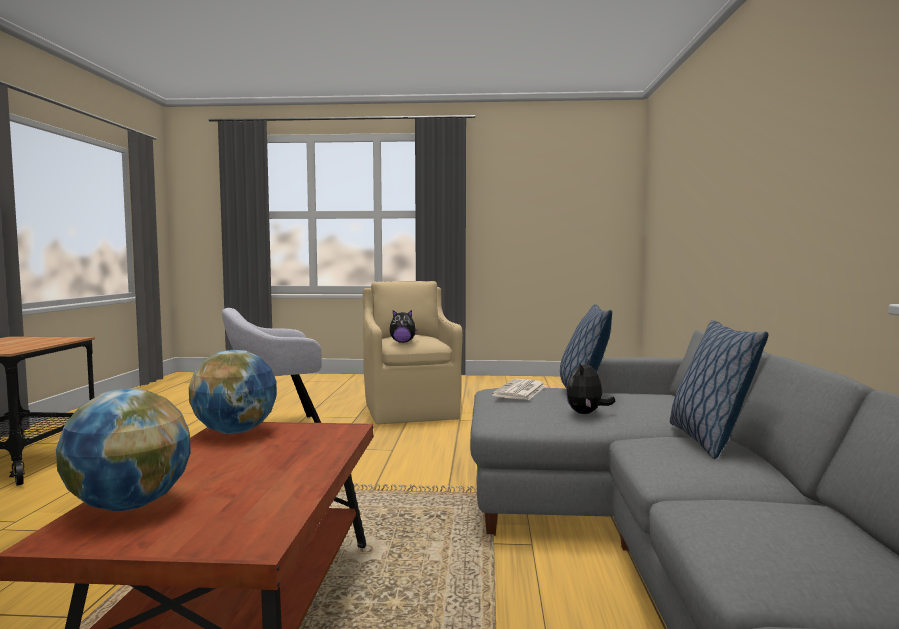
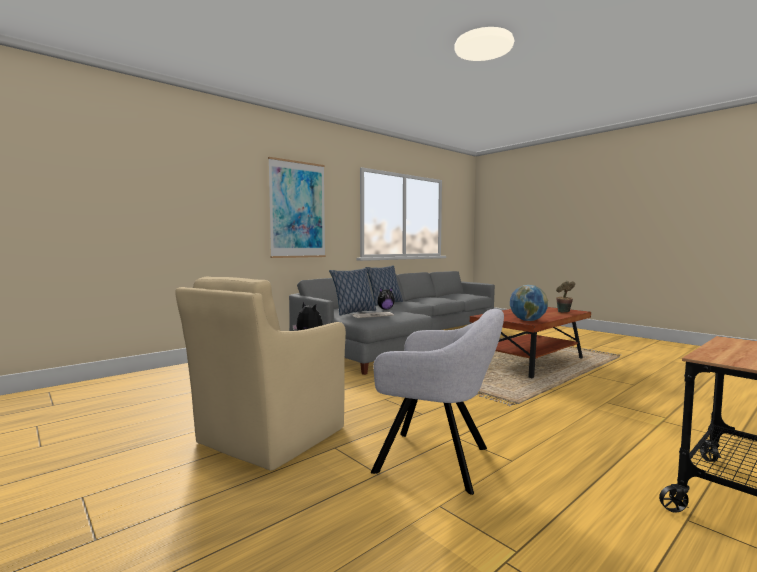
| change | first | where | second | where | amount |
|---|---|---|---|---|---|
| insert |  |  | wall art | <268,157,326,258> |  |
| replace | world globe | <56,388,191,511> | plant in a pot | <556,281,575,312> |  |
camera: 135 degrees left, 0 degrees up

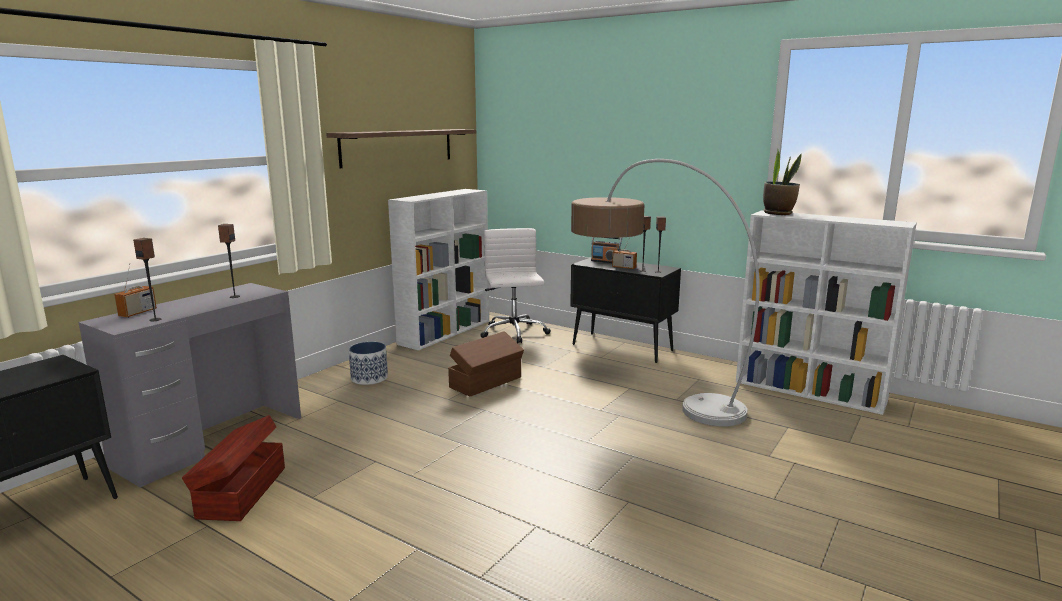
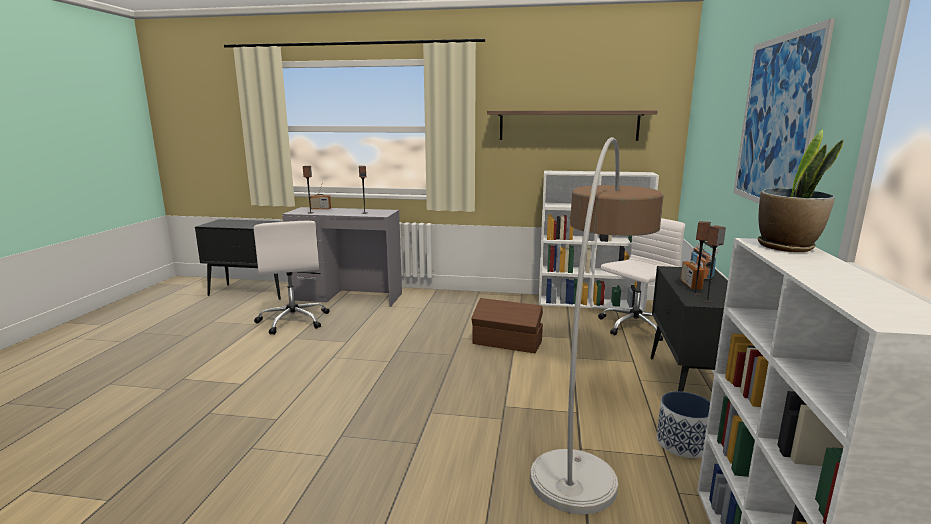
| change | first | where | second | where | amount |
|---|---|---|---|---|---|
| replace | brownish storage container | <182,415,285,521> | whitish computer chair | <253,220,329,335> |  |
| move | flower pot | <349,342,388,385> |  | <657,391,710,458> |  |
| insert |  |  | wall art | <733,18,835,204> |  |
camera: 65 degrees right, 0 degrees up

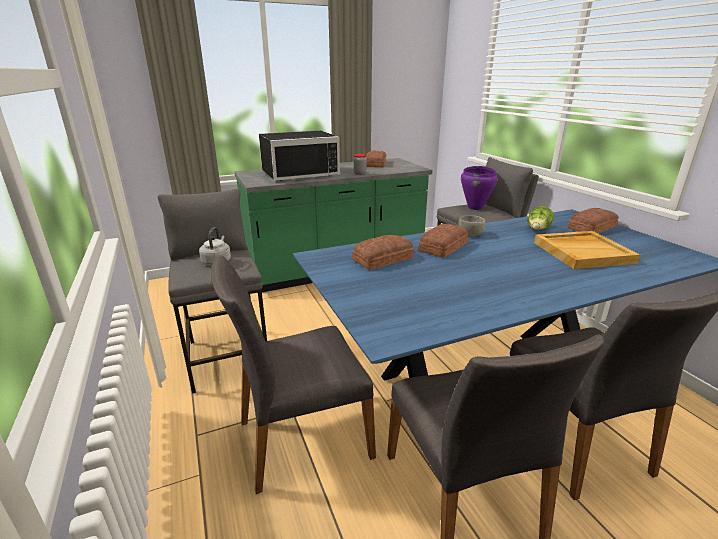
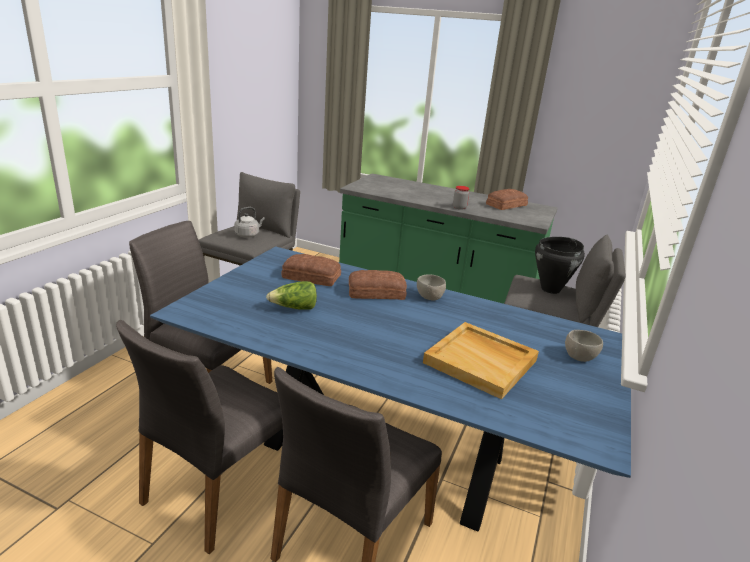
| change | first | where | second | where | amount |
|---|---|---|---|---|---|
| move | head of lettuce | <527,206,554,230> |  | <266,281,317,310> |  |
| recolor | purple cooking pot | <461,166,498,210> | black cooking pot | <535,237,585,294> |  |
| replace | bread | <568,208,619,233> | gray deep dish | <565,330,603,362> |  |
| delete | black kitchen microwave | <259,131,340,181> |  |  |  |
camera: 45 degrees right, 0 degrees up

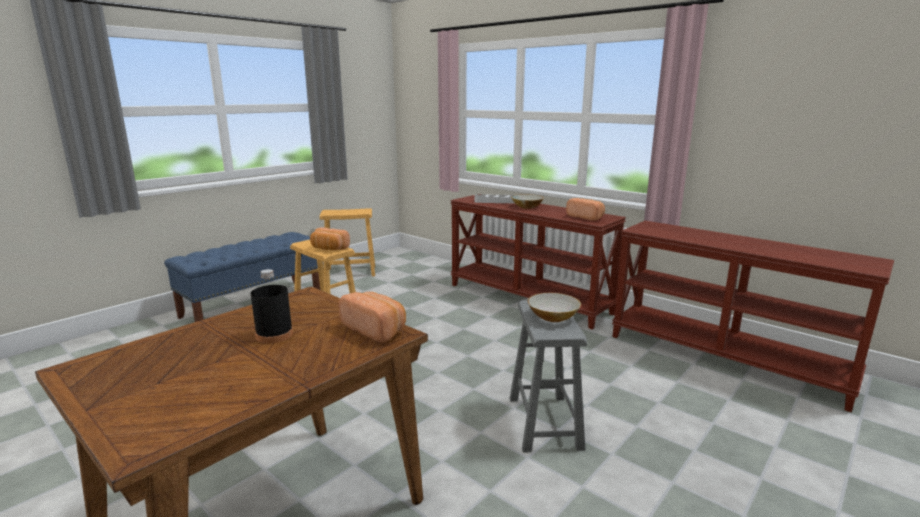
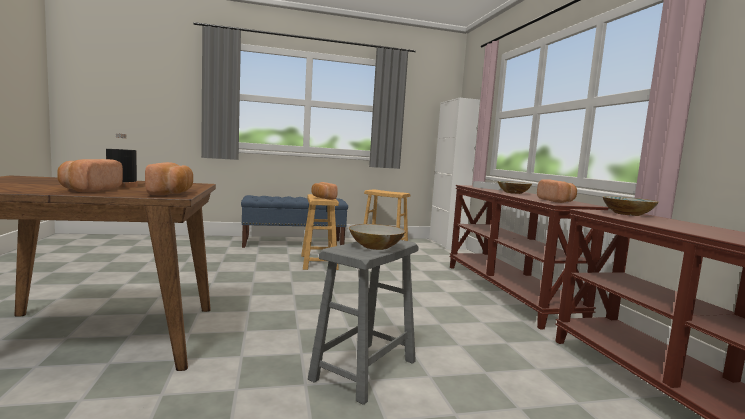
| change | first | where | second | where | amount |
|---|---|---|---|---|---|
| insert |  |  | bread | <57,159,123,192> |  |
| insert |  |  | whitish cabinet | <429,98,480,250> |  |
| insert |  |  | deep dish | <603,196,659,216> |  |
camera: 35 degrees right, 10 degrees down

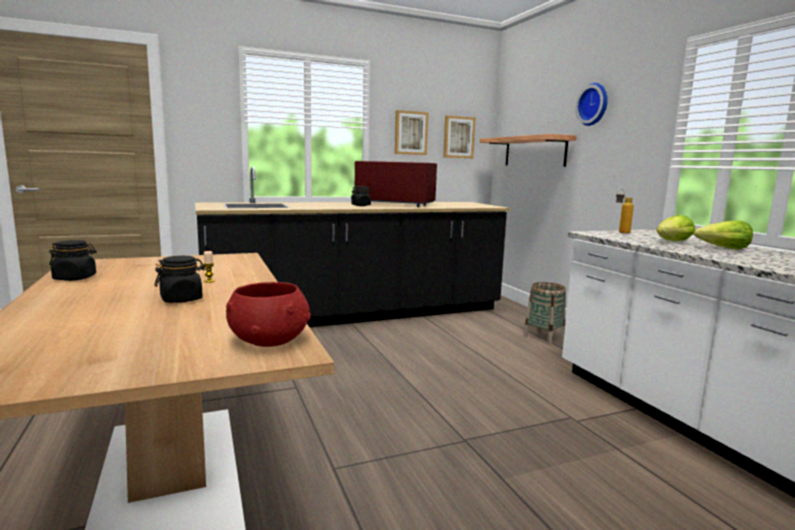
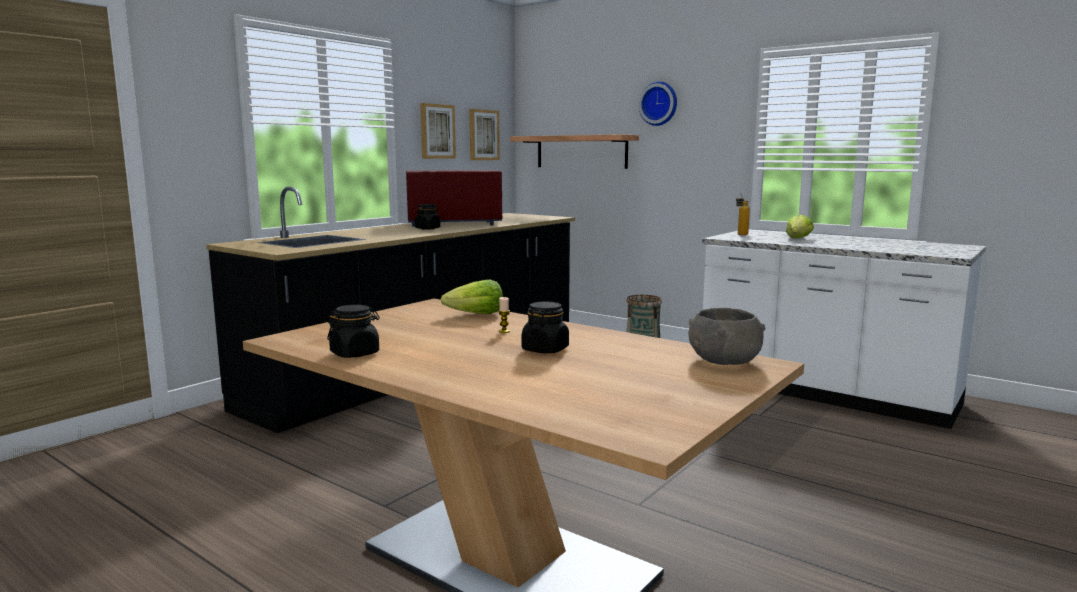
| change | first | where | second | where | amount |
|---|---|---|---|---|---|
| move | head of lettuce | <694,221,753,249> |  | <441,280,503,314> |  |
| recolor | red-coloured deep dish | <226,282,311,347> | gray deep dish | <688,308,765,365> |  |
camera: 30 degrees left, 0 degrees up

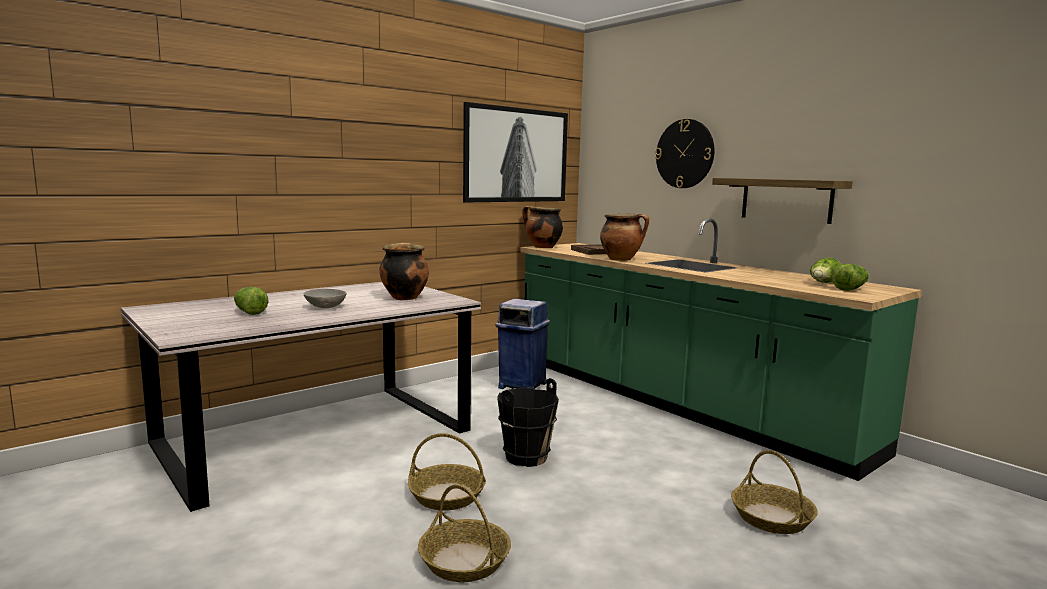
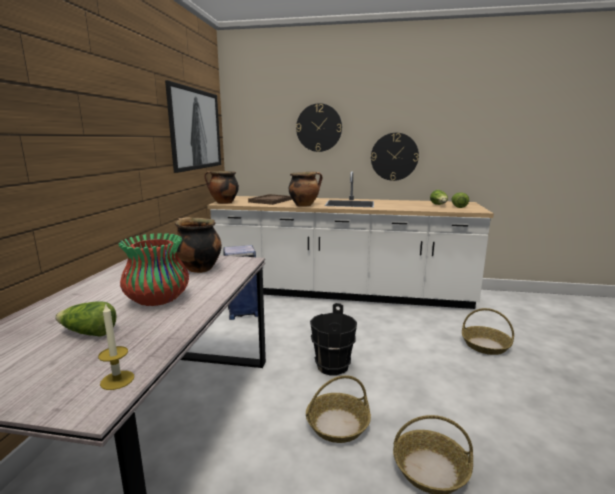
| change | first | where | second | where | amount |
|---|---|---|---|---|---|
| insert |  |  | wax candle | <98,303,134,390> |  |
| replace | gray deep dish | <304,289,347,308> | decorative vase | <118,233,189,306> |  |
| recolor | green-coloured kitchen counter | <520,219,922,481> | whitish kitchen counter | <207,171,494,309> |  |
| replace | shelf | <712,178,853,224> | clock on the wall | <371,133,419,181> |  |
camera: 40 degrees left, 5 degrees up

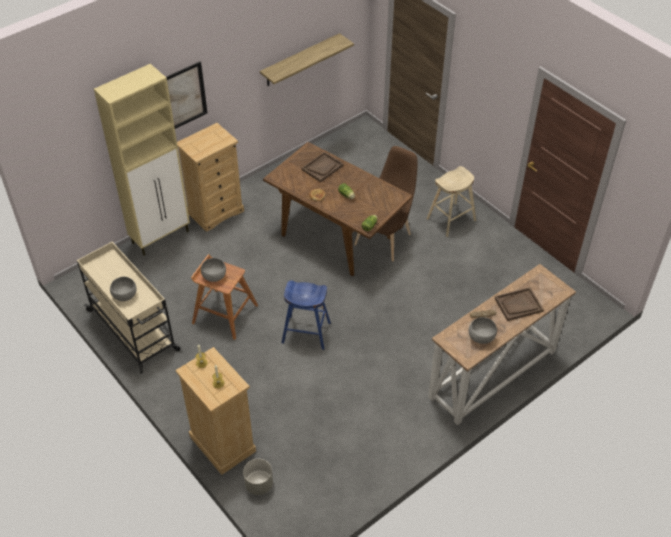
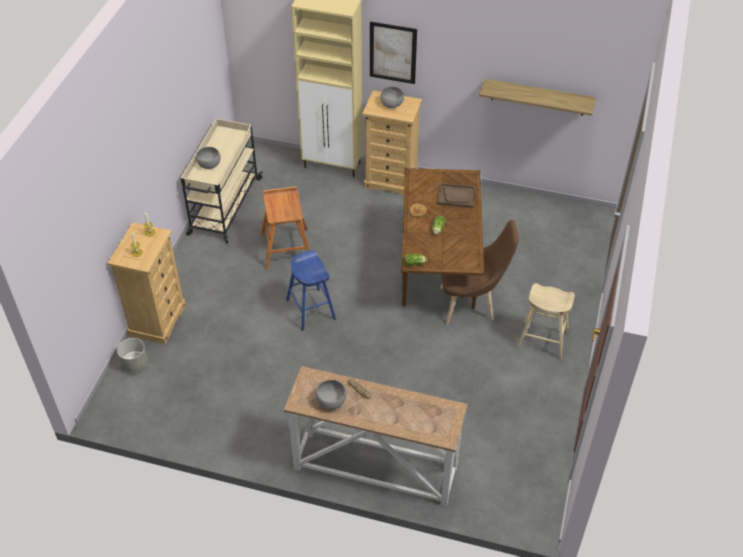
| change | first | where | second | where | amount |
|---|---|---|---|---|---|
| move | gray deep dish | <201,258,226,282> |  | <380,86,404,108> |  |
| delete | brownish tray | <495,287,544,321> |  |  |  |
camera: 55 degrees right, 0 degrees up

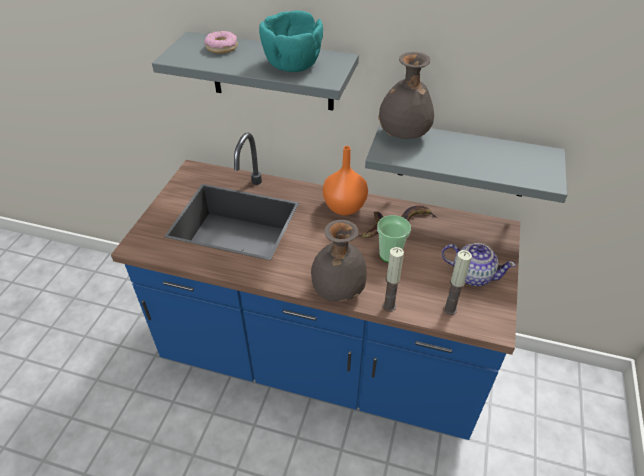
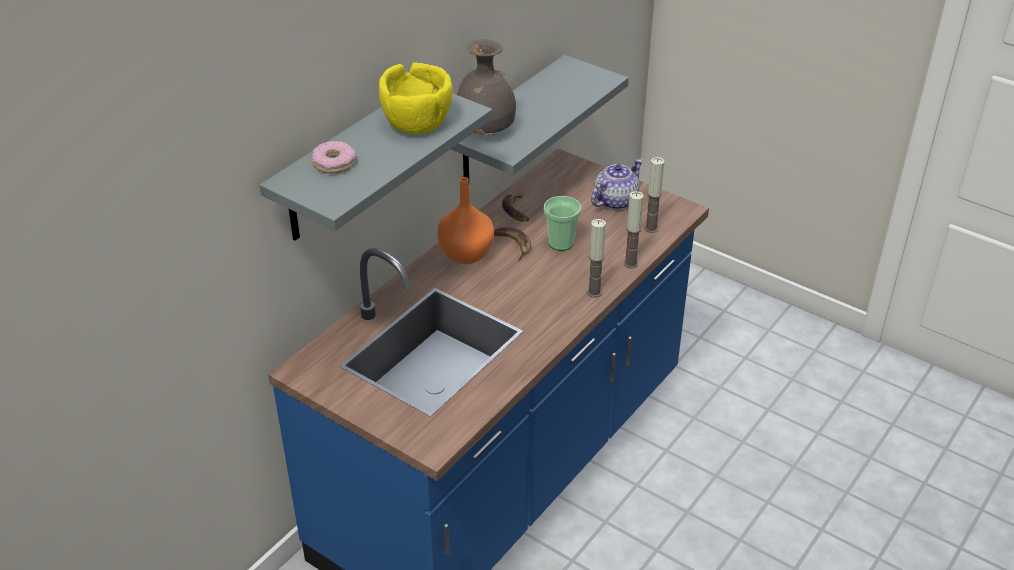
| change | first | where | second | where | amount |
|---|---|---|---|---|---|
| recolor | blue-green deep dish | <259,10,323,72> | yellowish deep dish | <379,62,453,134> |  |
| replace | gray decorative vase | <311,220,367,302> | wax candle | <587,219,606,297> |  |
camera: 70 degrees left, 5 degrees down

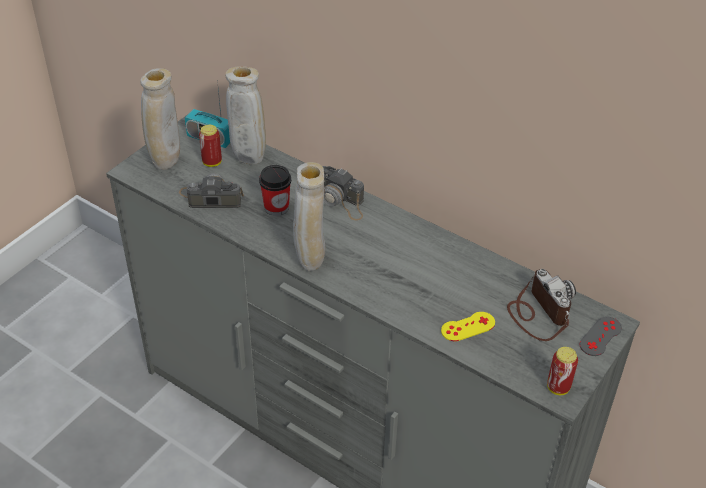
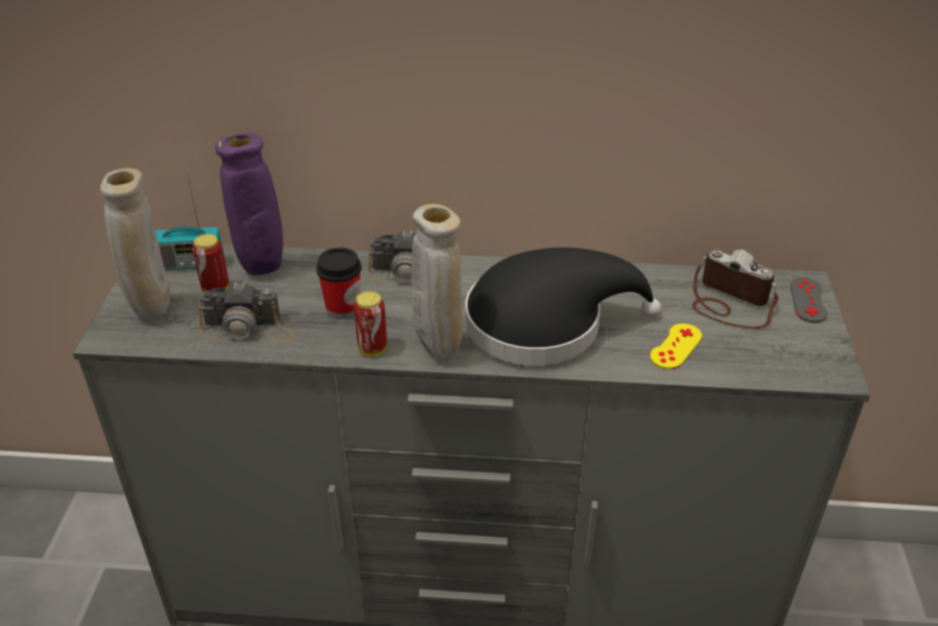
| change | first | where | second | where | amount |
|---|---|---|---|---|---|
| rotate | still camera | <179,173,244,208> |  | <199,282,294,343> | 150 degrees counterclockwise |
| recolor | beige-coloured decorative vase | <225,66,266,164> | purple decorative vase | <215,133,283,275> |  |
| move | sealed can | <547,347,578,395> |  | <354,291,387,356> |  |
| insert |  |  | black clothing hat | <465,247,661,366> |  |
camera: 30 degrees left, 5 degrees down

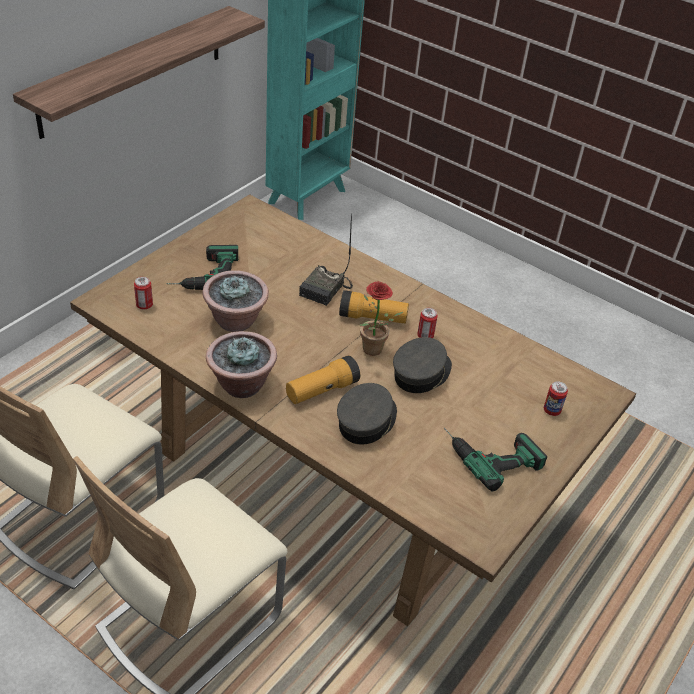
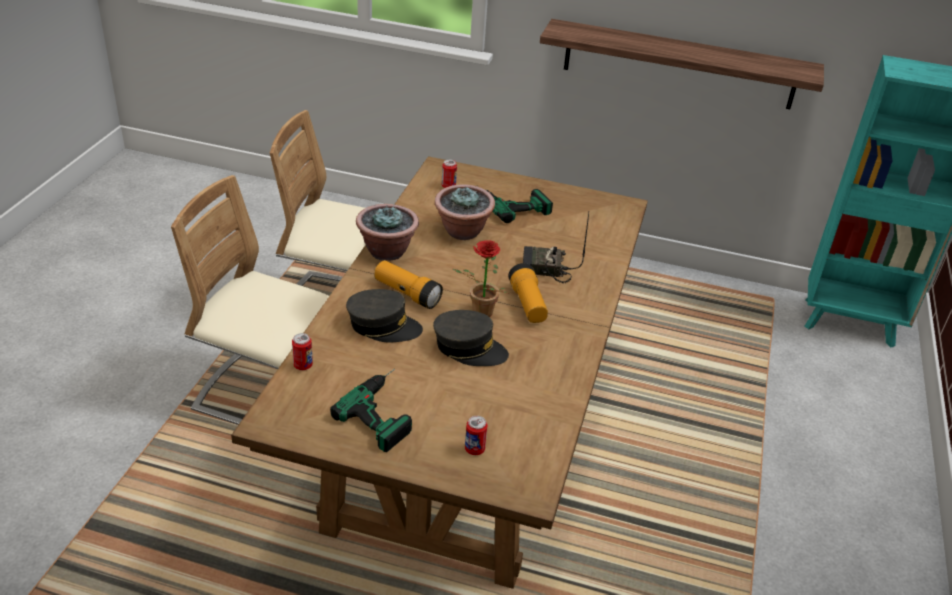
| change | first | where | second | where | amount |
|---|---|---|---|---|---|
| move | sealed can | <417,308,438,338> |  | <292,333,313,370> |  |
camera: 70 degrees right, 5 degrees down

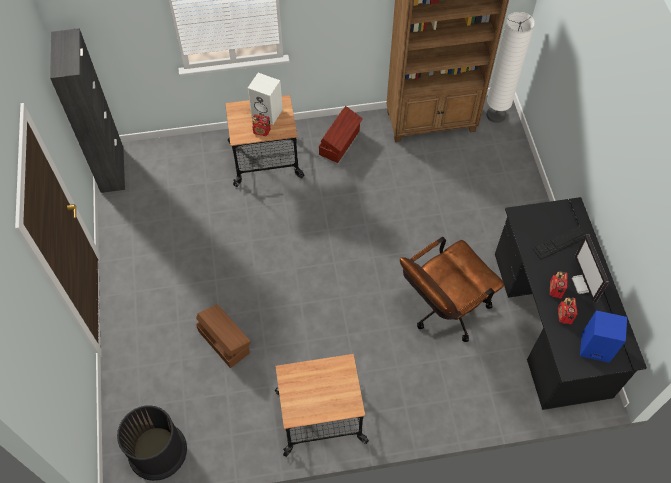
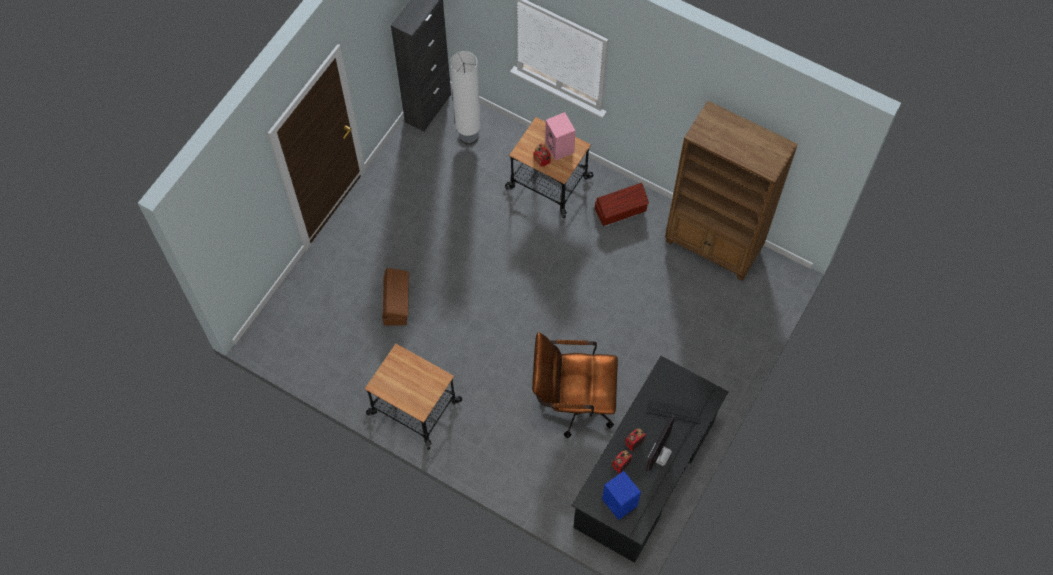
| change | first | where | second | where | amount |
|---|---|---|---|---|---|
| move | whitish standing lamp | <487,12,535,123> |  | <450,51,481,145> |  |
| recolor | whitish speaker | <248,73,283,124> | pinkish speaker | <545,112,576,161> |  |
| delete | black trash can | <117,405,187,481> |  |  |  |
camera: 40 degrees right, 5 degrees up

